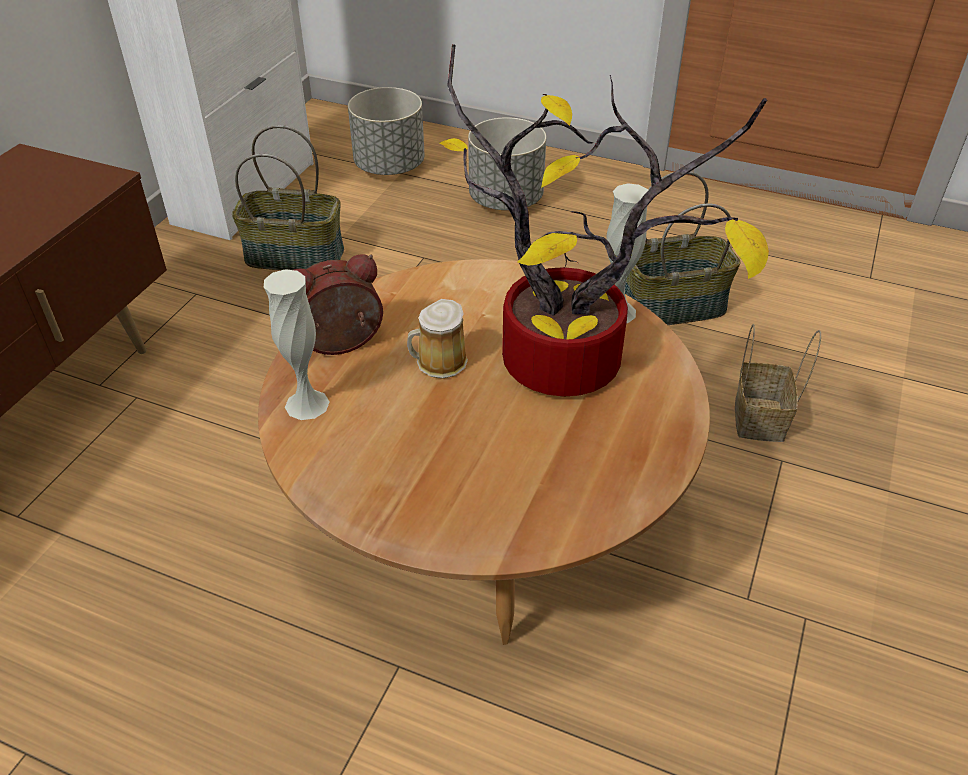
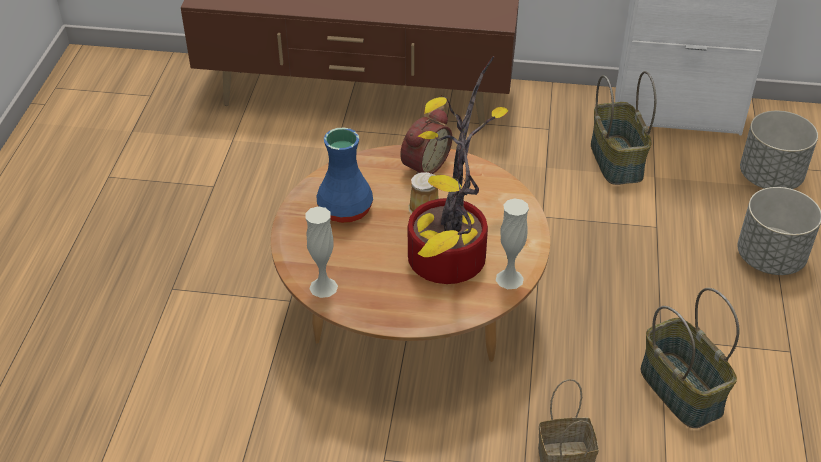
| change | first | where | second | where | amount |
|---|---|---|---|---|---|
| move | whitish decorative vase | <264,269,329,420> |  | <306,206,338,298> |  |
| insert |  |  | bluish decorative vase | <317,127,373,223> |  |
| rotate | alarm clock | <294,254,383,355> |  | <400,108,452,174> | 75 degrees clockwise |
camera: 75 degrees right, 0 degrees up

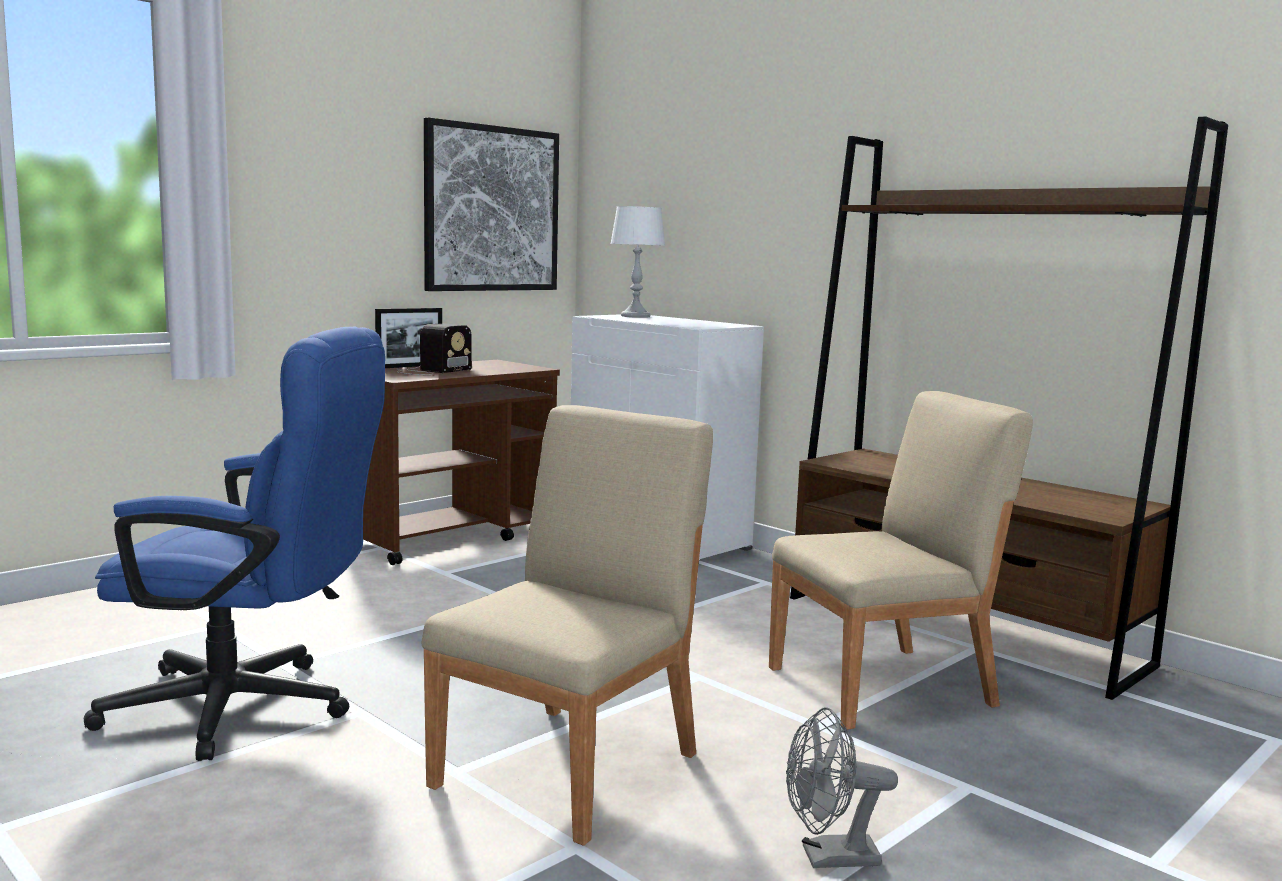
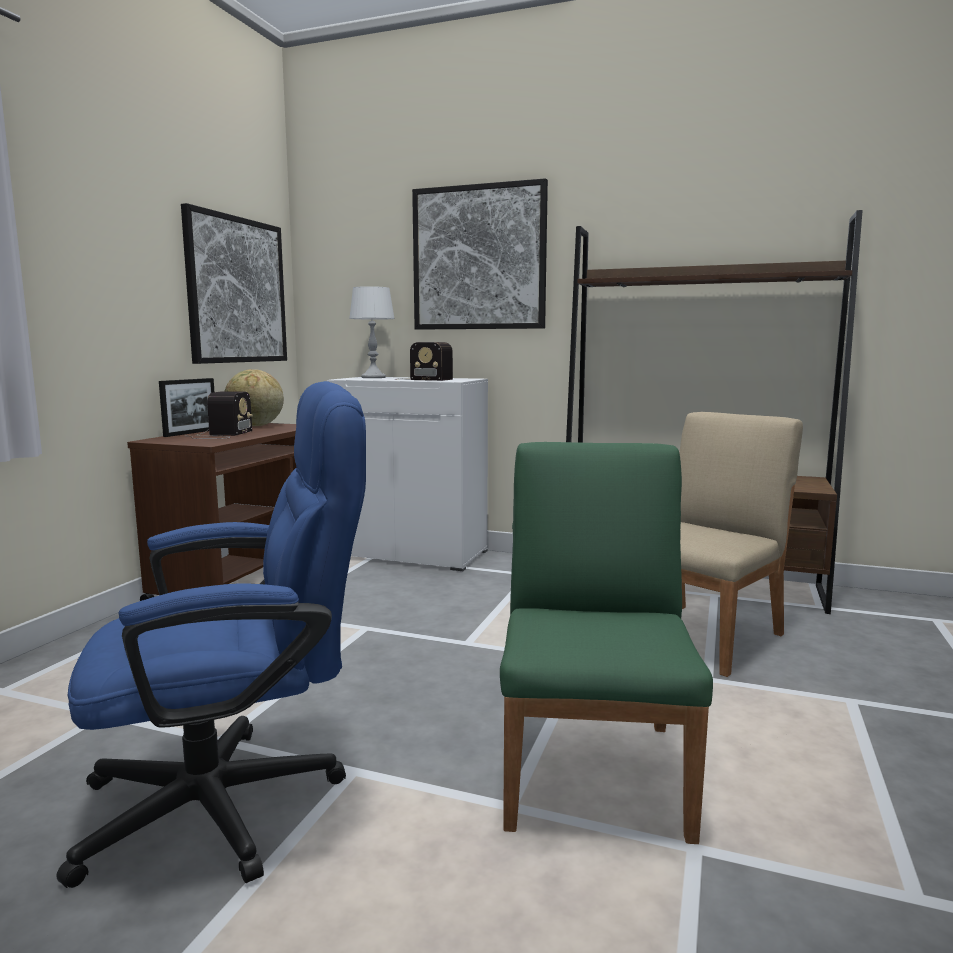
| change | first | where | second | where | amount |
|---|---|---|---|---|---|
| insert |  |  | world globe | <225,369,284,426> |  |
| insert |  |  | radio | <395,342,453,381> |  |
| insert |  |  | wall art | <412,178,548,330> |  |
| recolor | beige-coloured chair | <422,405,713,846> | green-coloured chair | <500,442,713,844> |  |
| delete | gray electric fan | <786,707,898,868> |  |  |  |
camera: 25 degrees left, 0 degrees up

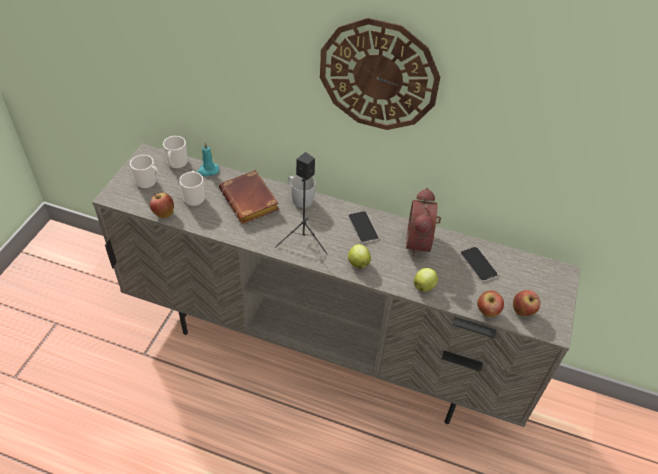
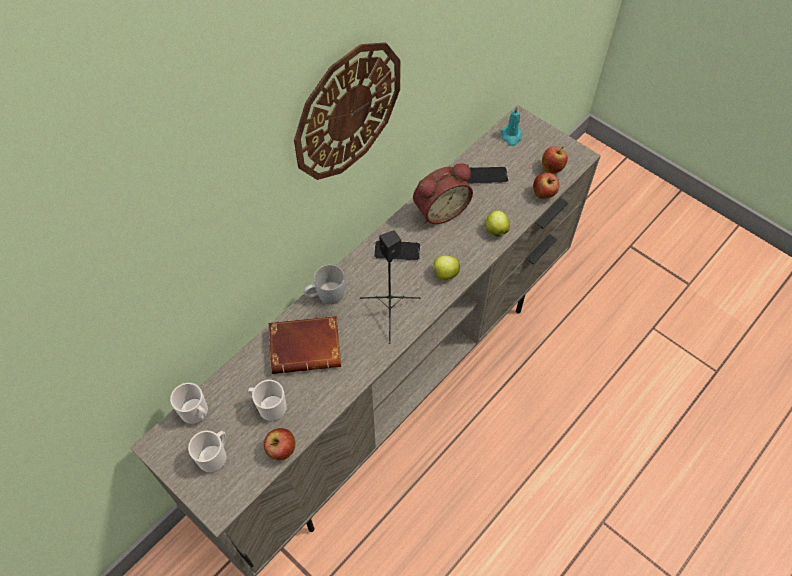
| change | first | where | second | where | amount |
|---|---|---|---|---|---|
| rotate | alarm clock | <406,188,441,257> |  | <413,163,473,224> | 60 degrees counterclockwise |
| move | blue-green wax candle | <197,142,219,176> |  | <501,106,522,146> |  |
camera: 65 degrees left, 10 degrees up

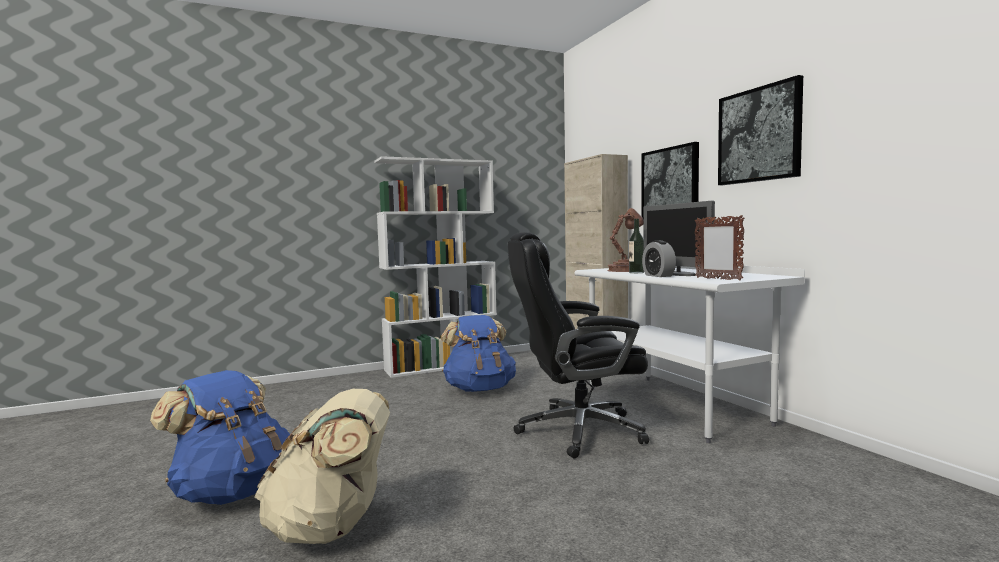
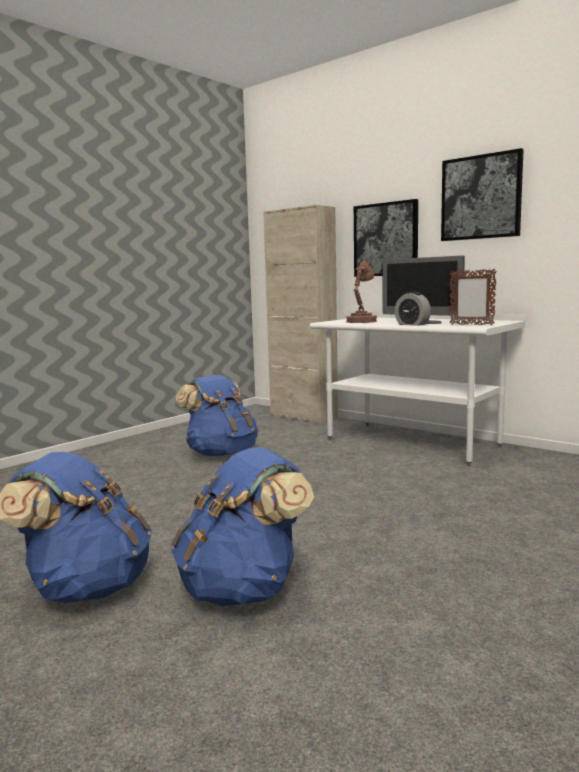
| change | first | where | second | where | amount |
|---|---|---|---|---|---|
| recolor | beige-coloured knapsack | <254,389,390,544> | bluish knapsack | <171,447,314,606> |  |
| delete | whitish bookshelf | <374,156,497,378> |  |  |  |
| delete | black computer chair | <508,232,649,458> |  |  |  |
| delete | beverage bottle | <629,219,644,273> |  |  |  |
camera: 25 degrees left, 5 degrees up

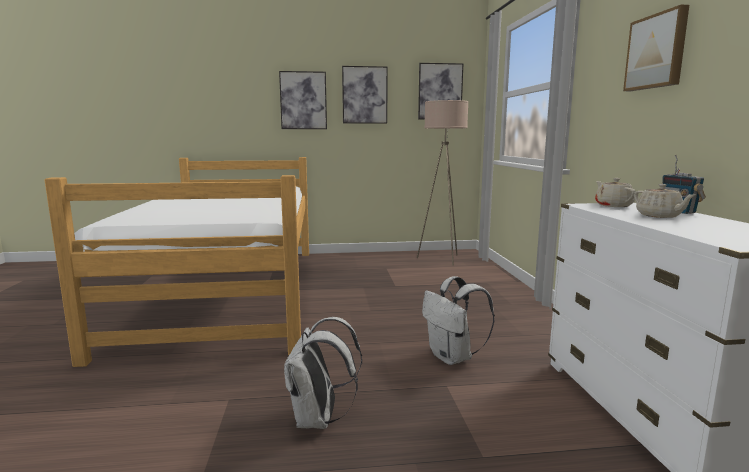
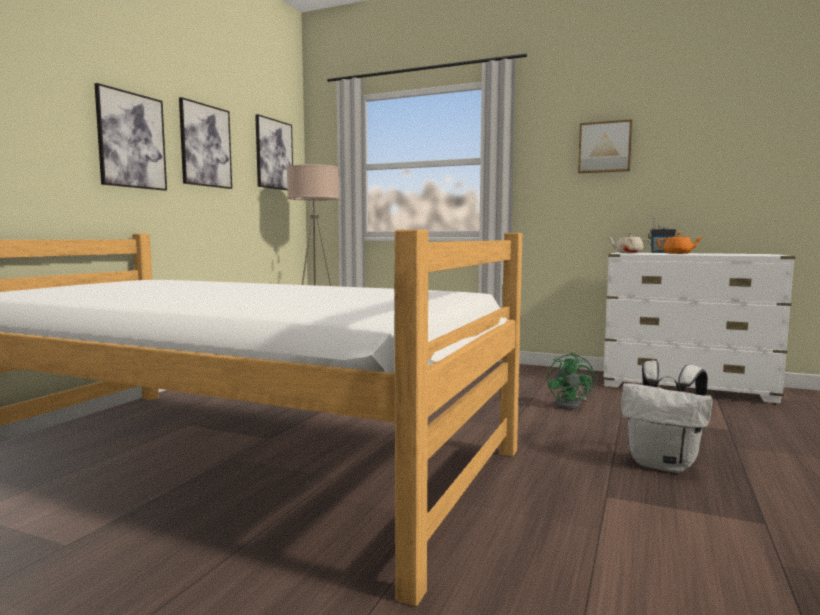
| change | first | where | second | where | amount |
|---|---|---|---|---|---|
| replace | whitish knapsack | <422,276,495,365> | green-coloured electric fan | <547,353,595,410> |  |
| recolor | beige-coloured teapot | <634,184,695,218> | orange-coloured teapot | <657,233,703,254> |  |
camera: 60 degrees left, 5 degrees down

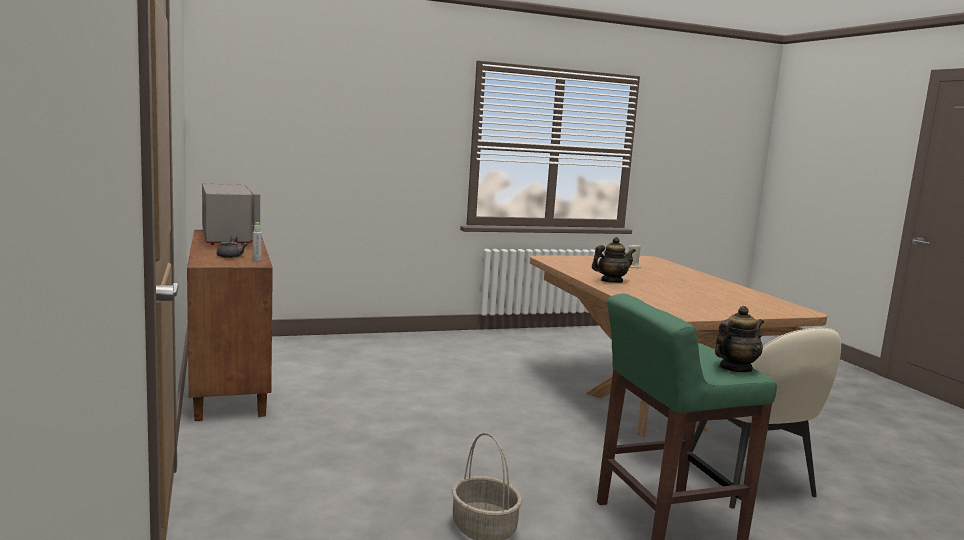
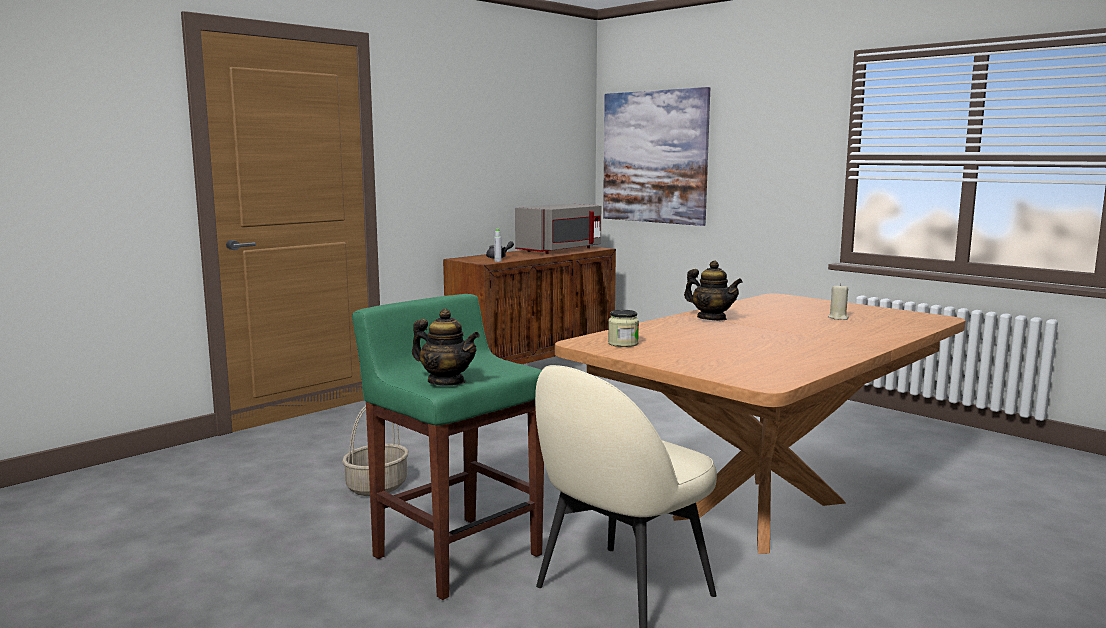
| change | first | where | second | where | amount |
|---|---|---|---|---|---|
| insert |  |  | wall art | <603,87,710,226> |  |
| insert |  |  | preserve jar | <608,310,639,347> |  |
camera: 65 degrees right, 0 degrees up

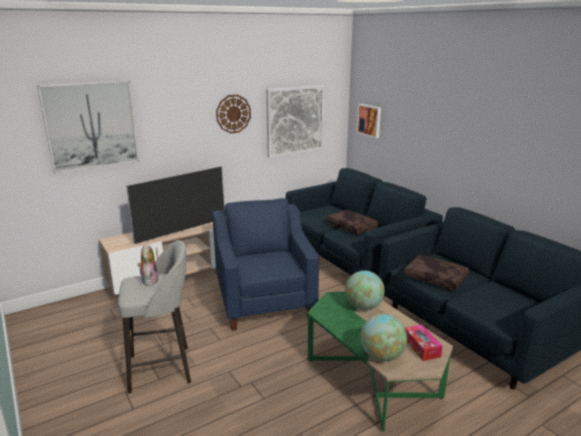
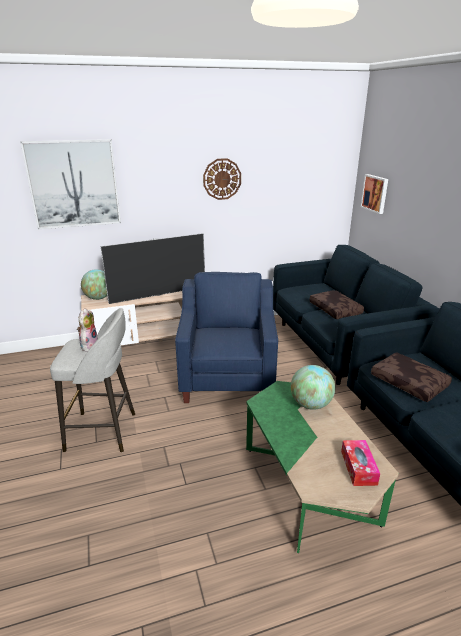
| change | first | where | second | where | amount |
|---|---|---|---|---|---|
| move | world globe | <360,314,407,361> |  | <81,269,107,300> |  |
| delete | wall art | <266,85,325,158> |  |  |  |
camera: 15 degrees right, 5 degrees up

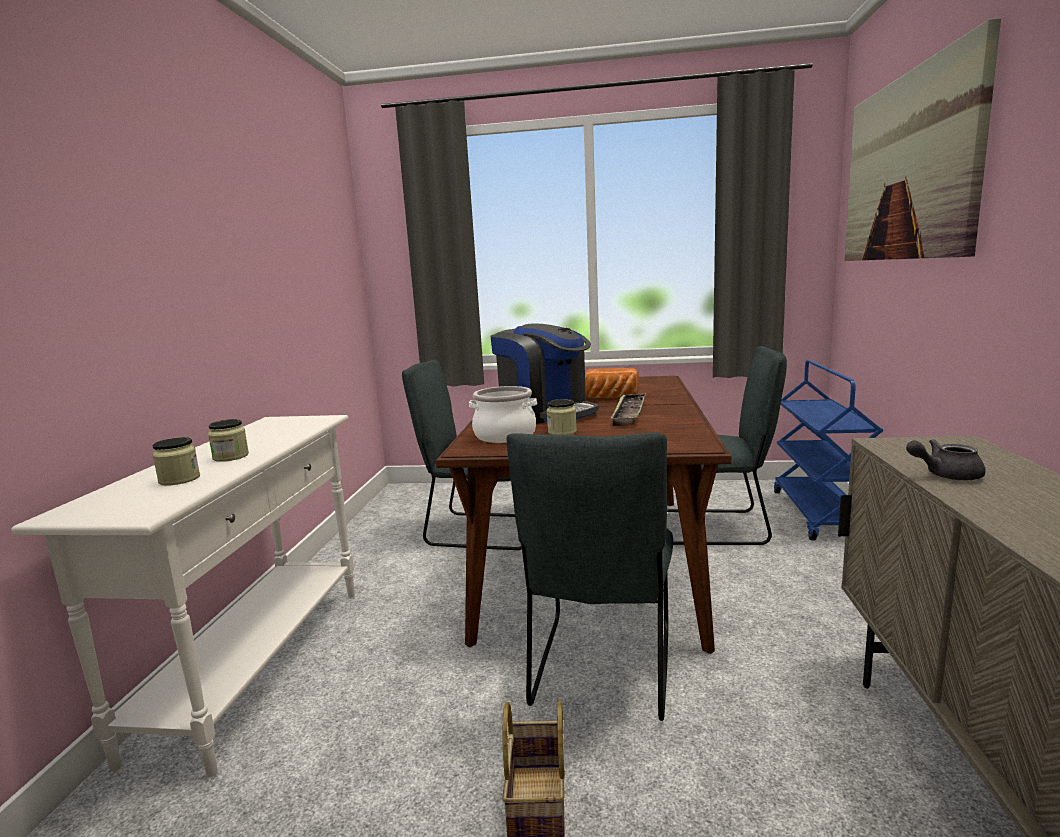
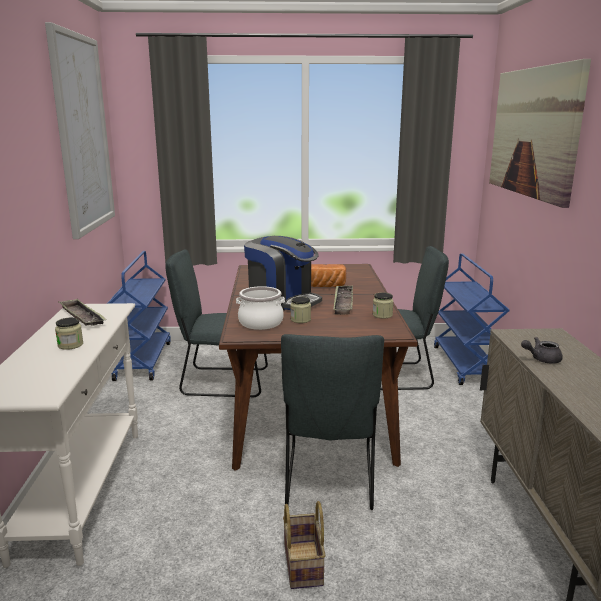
| change | first | where | second | where | amount |
|---|---|---|---|---|---|
| insert |  |  | wall art | <45,22,115,239> |  |
| insert |  |  | tray | <58,299,107,326> |  |
| insert |  |  | bluish trolley | <107,251,171,381> |  |
| move | preserve jar | <153,437,200,486> |  | <373,292,394,319> |  |
camera: 10 degrees left, 5 degrees up

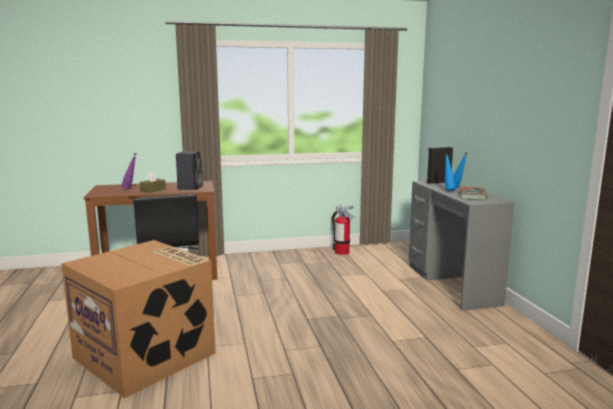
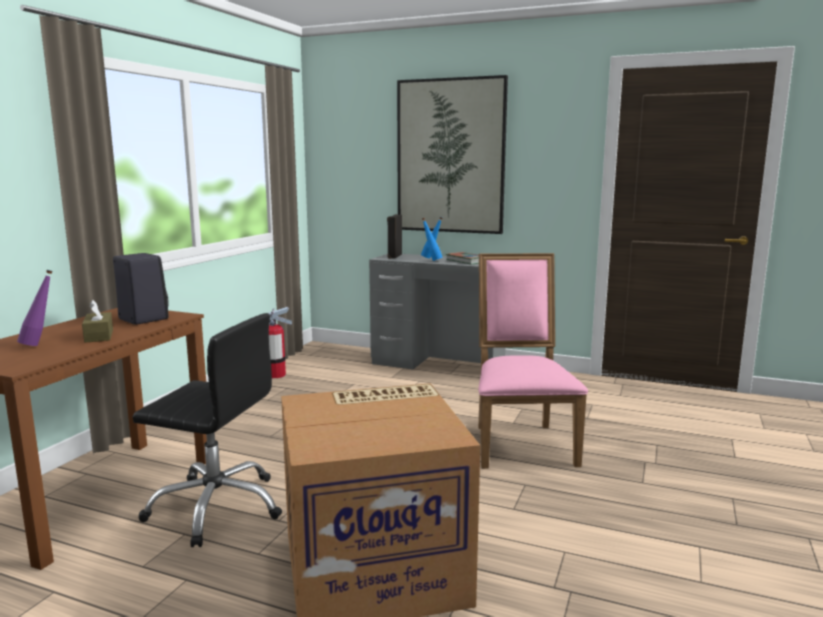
| change | first | where | second | where | amount |
|---|---|---|---|---|---|
| insert |  |  | wall art | <397,75,508,234> |  |
| insert |  |  | pinkish chair | <478,253,588,469> |  |
camera: 55 degrees left, 0 degrees up

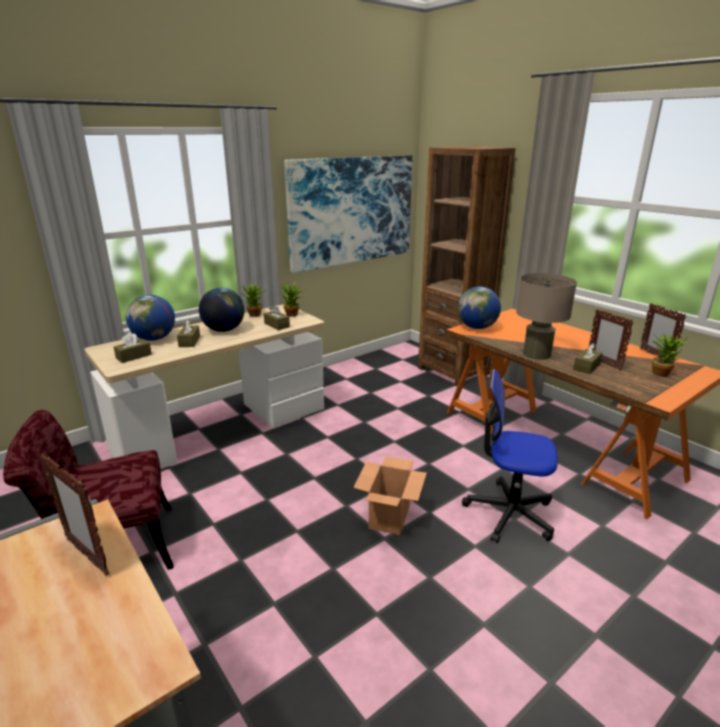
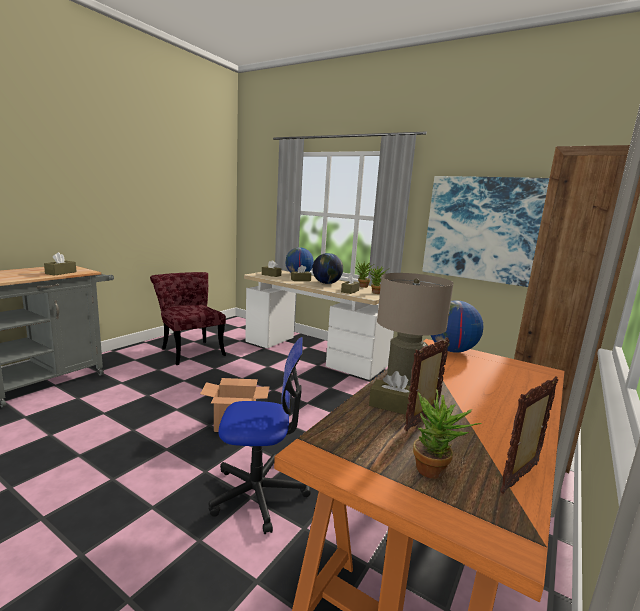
| change | first | where | second | where | amount |
|---|---|---|---|---|---|
| replace | standing frame | <40,453,110,576> | brownish box of tissues | <44,252,77,275> |  |
| rotate | computer chair | <462,369,558,543> |  | <209,337,311,534> | 90 degrees clockwise |
camera: 70 degrees right, 10 degrees down

